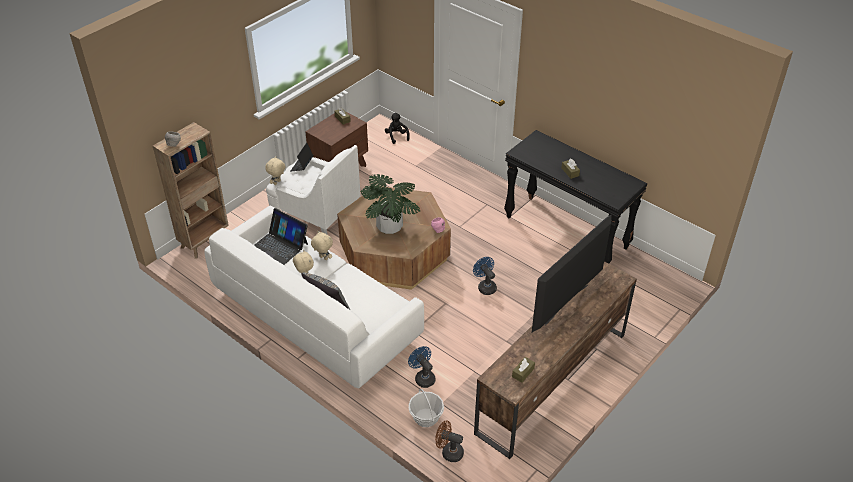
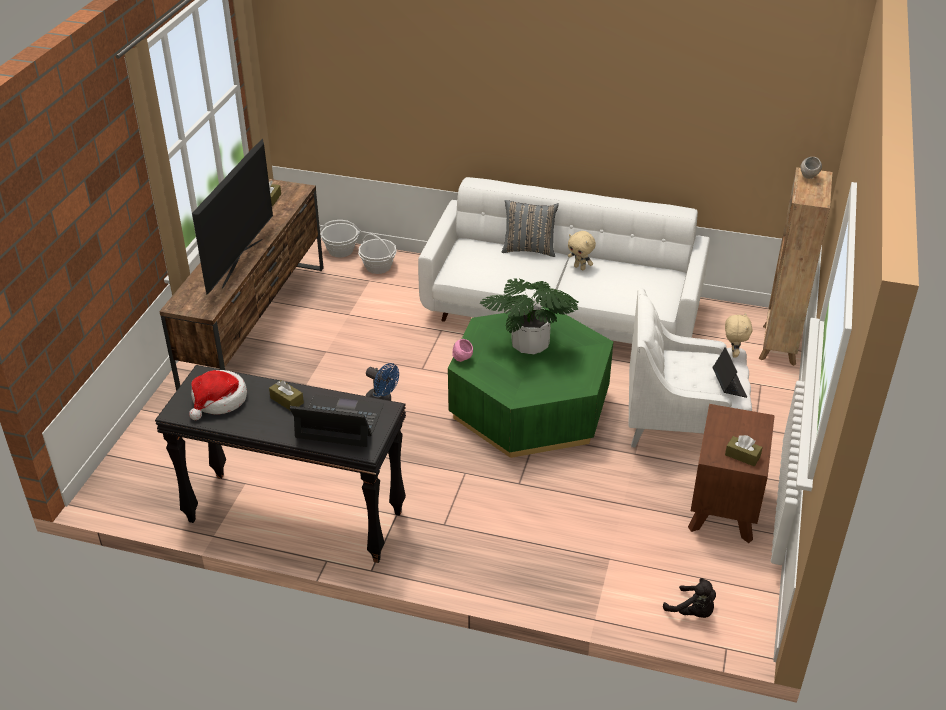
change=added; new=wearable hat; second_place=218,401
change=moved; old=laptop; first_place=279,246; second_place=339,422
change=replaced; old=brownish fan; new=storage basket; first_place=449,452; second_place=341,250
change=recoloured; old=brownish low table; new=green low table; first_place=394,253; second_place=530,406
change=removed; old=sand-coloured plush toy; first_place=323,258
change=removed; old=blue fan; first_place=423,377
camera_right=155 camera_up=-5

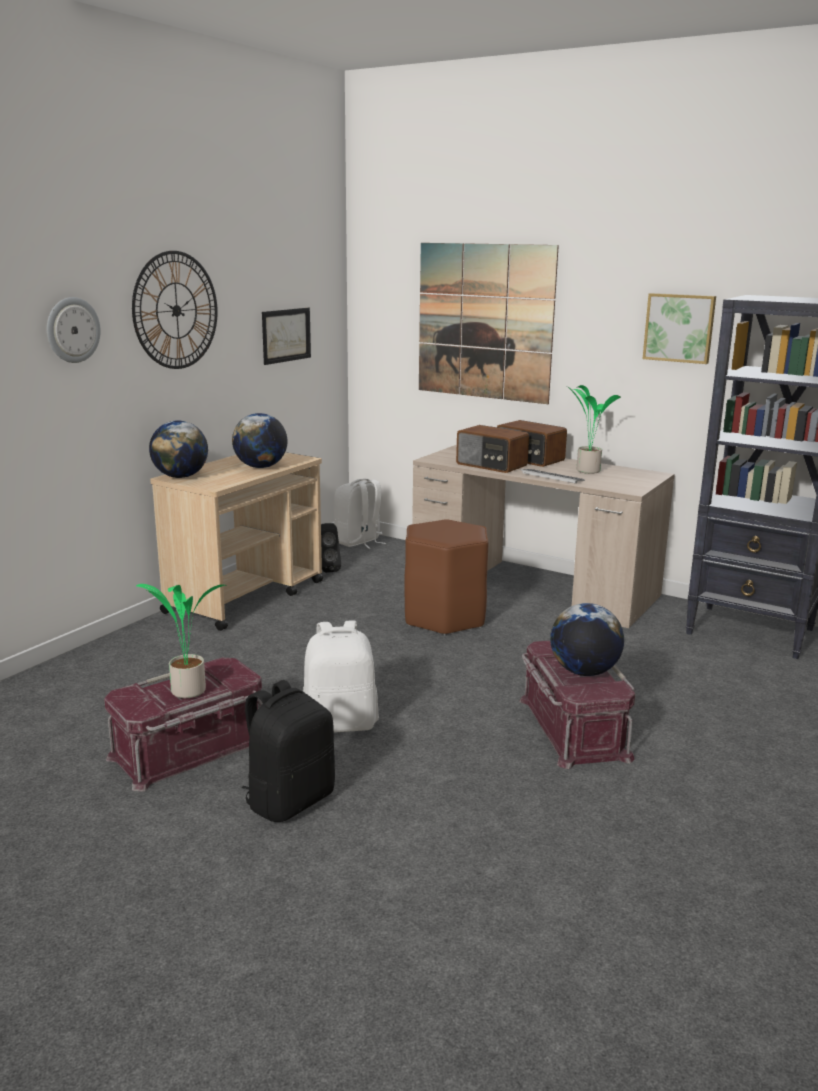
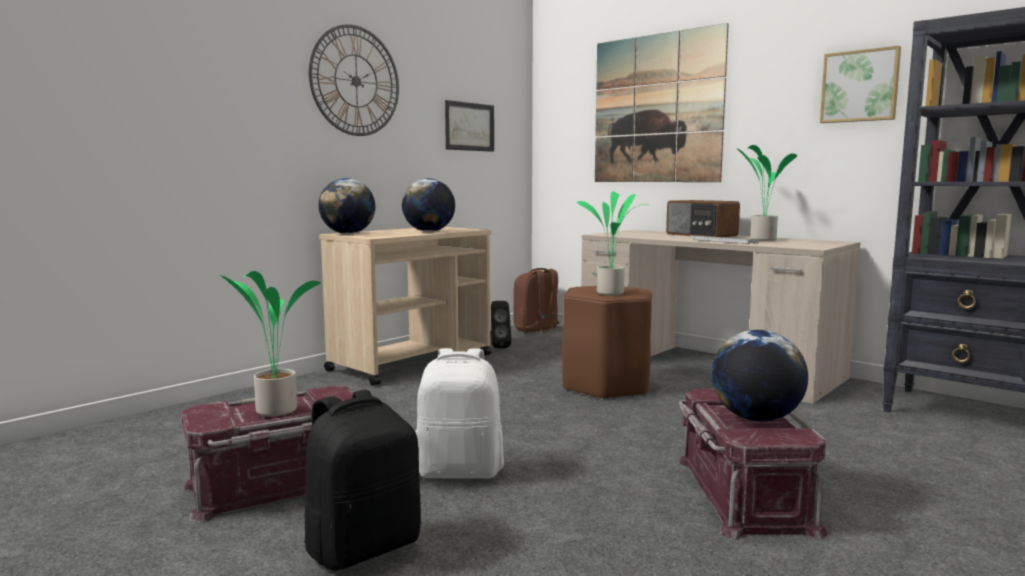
change=recoloured; old=whitish rucksack; new=brownish rucksack; first_place=359,542; second_place=537,330
change=added; new=plant in a pot; second_place=612,293
change=removed; old=hanging clock; first_place=72,330
change=removed; old=radio receiver; first_place=491,465
camera_right=10 camera_up=-10

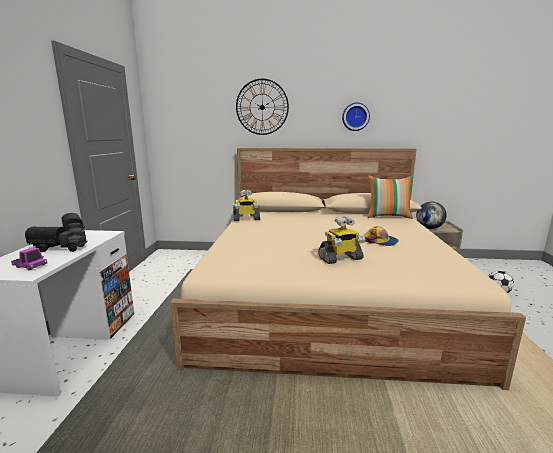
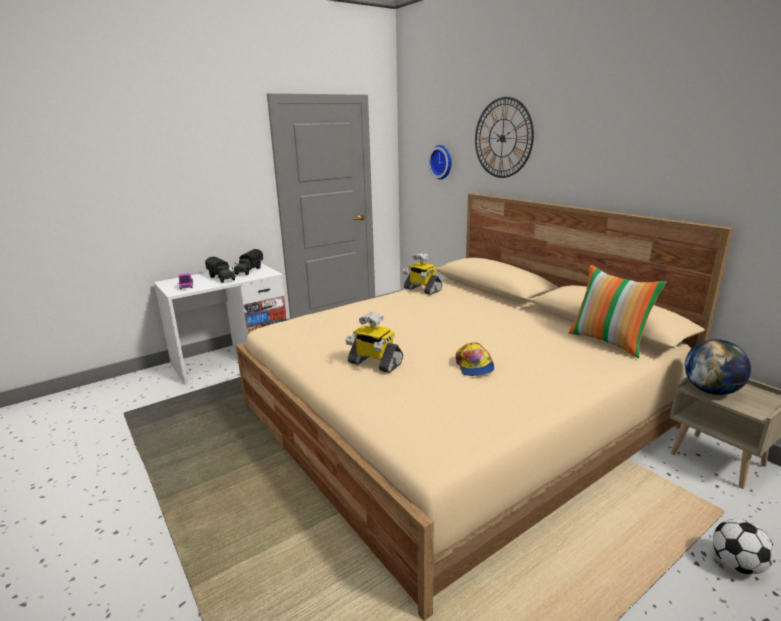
change=moved; old=hanging clock; first_place=355,117; second_place=442,162
camera_right=50 camera_up=5

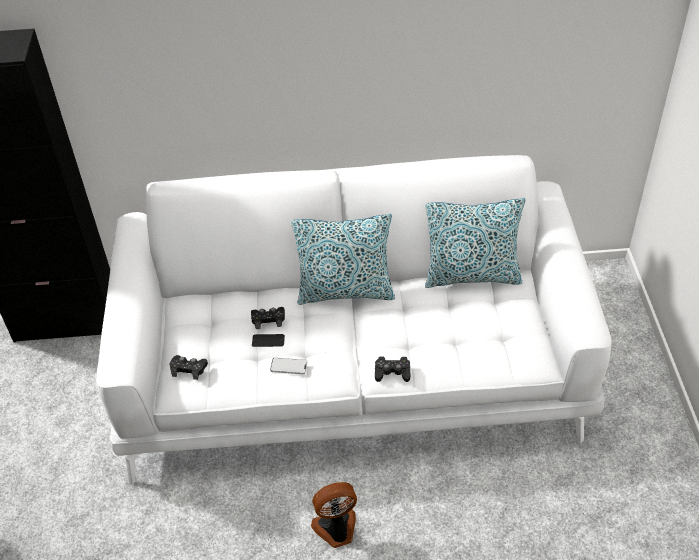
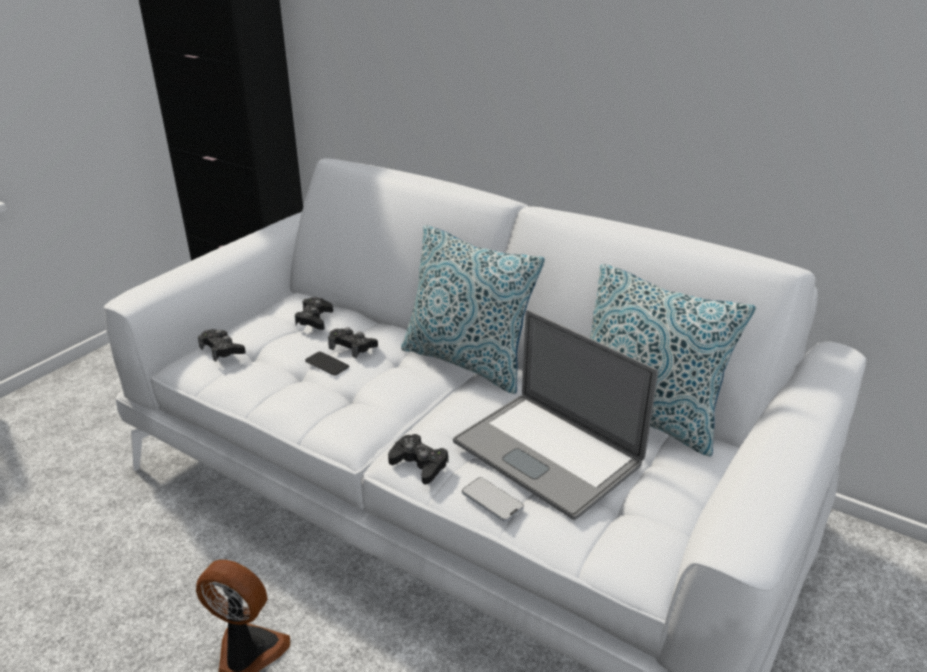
change=added; new=black game controller; second_place=314,319
change=added; new=laptop; second_place=547,453
change=moved; old=phone; first_place=288,366; second_place=492,500
camera_right=35 camera_up=-15

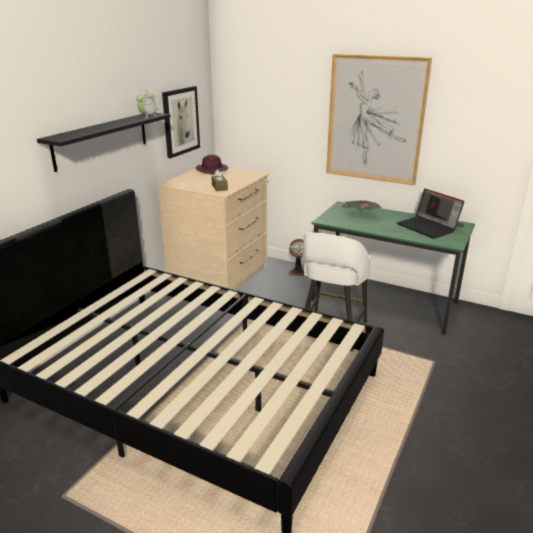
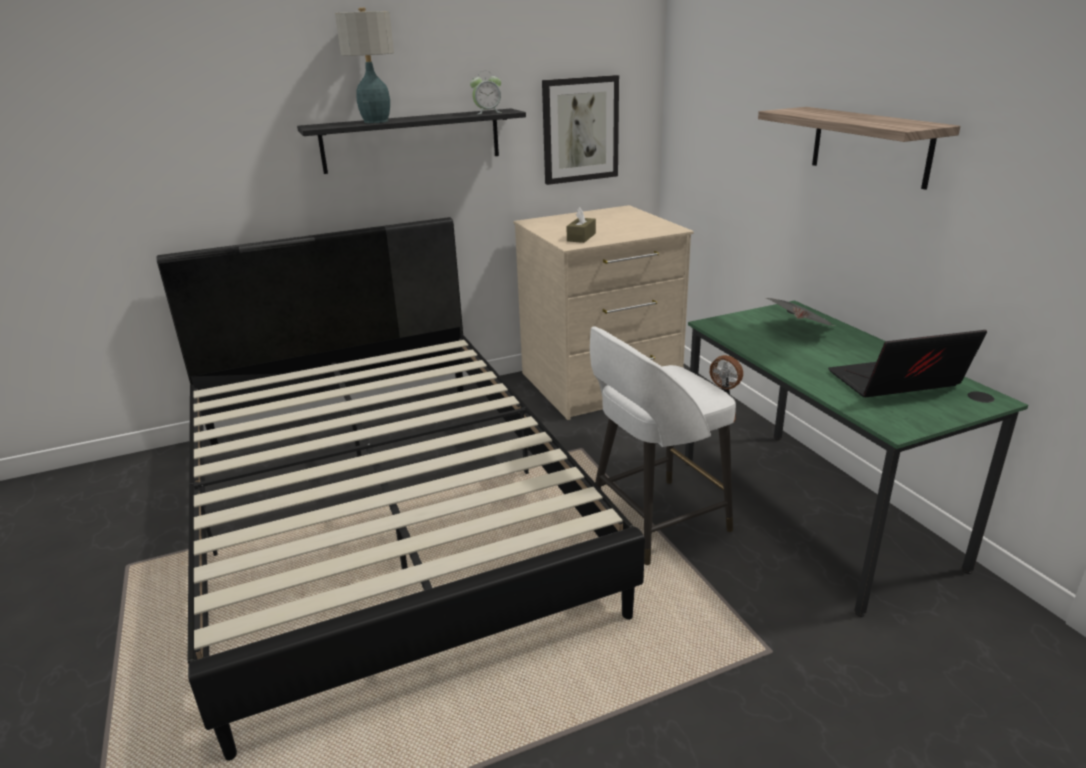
change=added; new=table lamp; second_place=375,121
change=replaced; old=wall picture; new=bracket shelf; first_place=375,120; second_place=870,146
change=turned; old=laptop; first_place=428,227; second_place=895,383; degrees=75
change=removed; old=purplish wearable hat; first_place=212,170
camera_right=40 camera_up=0

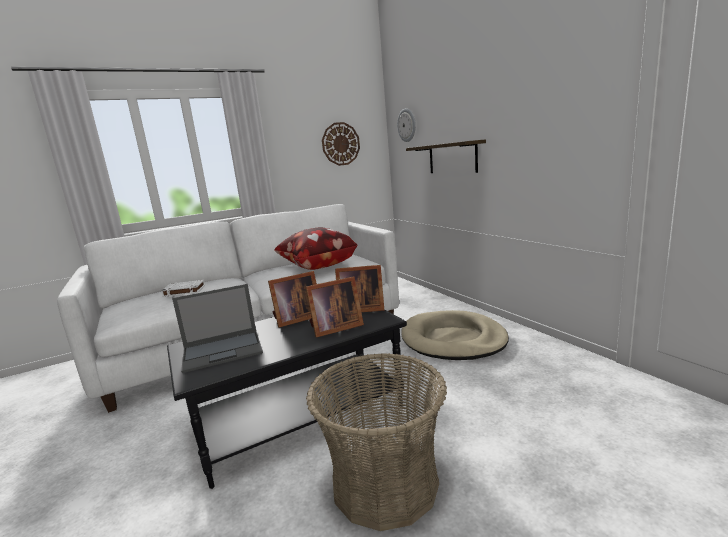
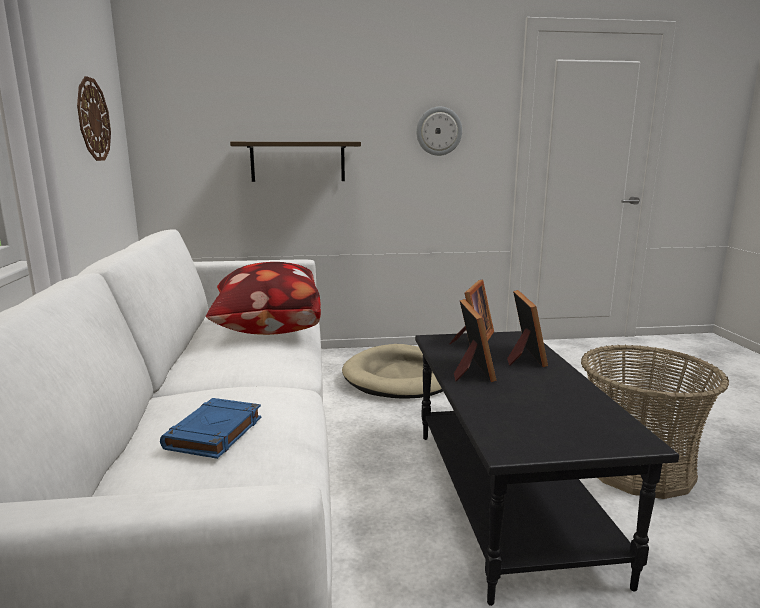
change=recoloured; old=whitish volume; new=blue volume; first_place=184,291; second_place=214,433
change=moved; old=hanging clock; first_place=407,125; second_place=439,131
change=removed; old=laptop; first_place=223,350
camera_right=-70 camera_up=0

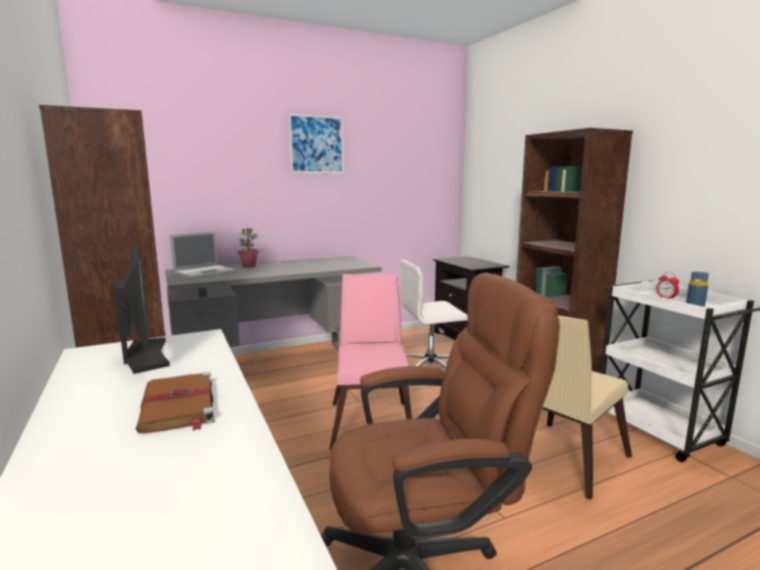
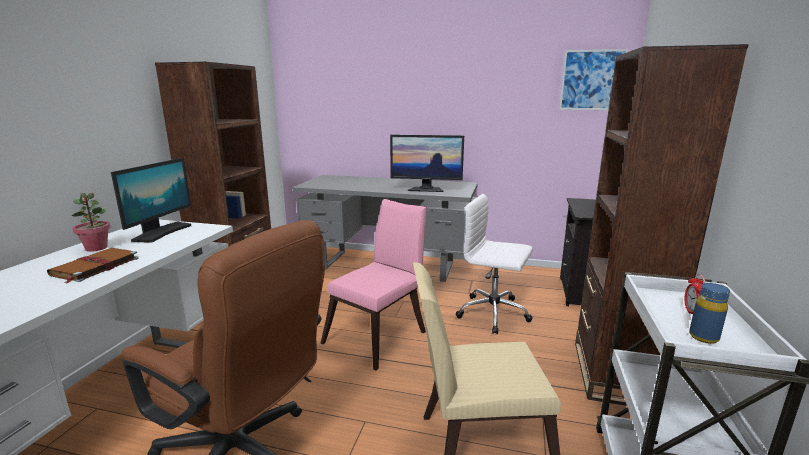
change=moved; old=plant in a pot; first_place=249,266; second_place=96,248
change=added; new=computer screen; second_place=426,189
change=moved; old=wall picture; first_place=316,144; second_place=592,80
change=removed; old=laptop; first_place=205,272
camera_right=40 camera_up=5

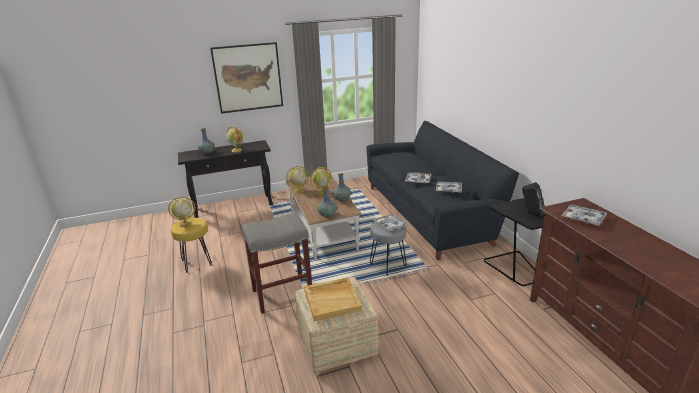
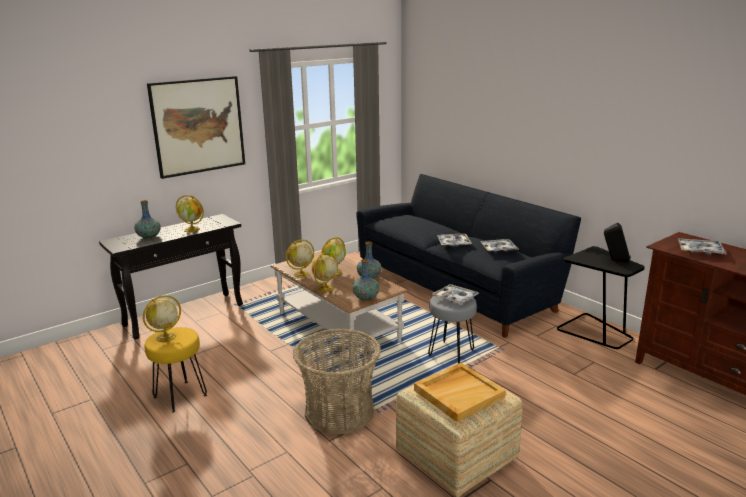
change=replaced; old=grey stool; new=storage basket; first_place=283,293; second_place=339,412
change=added; new=globe; second_place=325,289
camera_right=-20 camera_up=-5

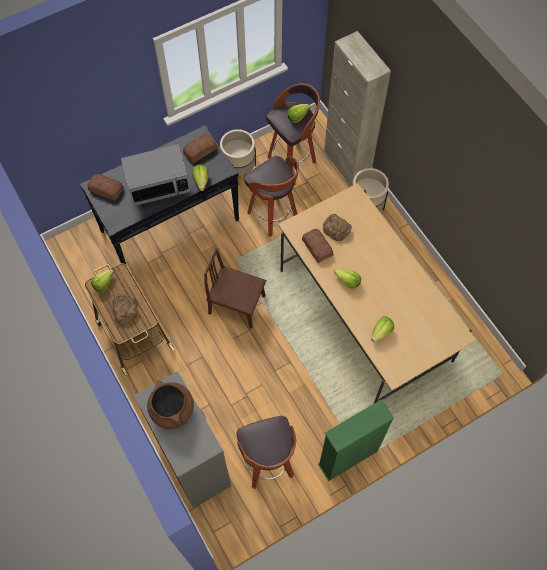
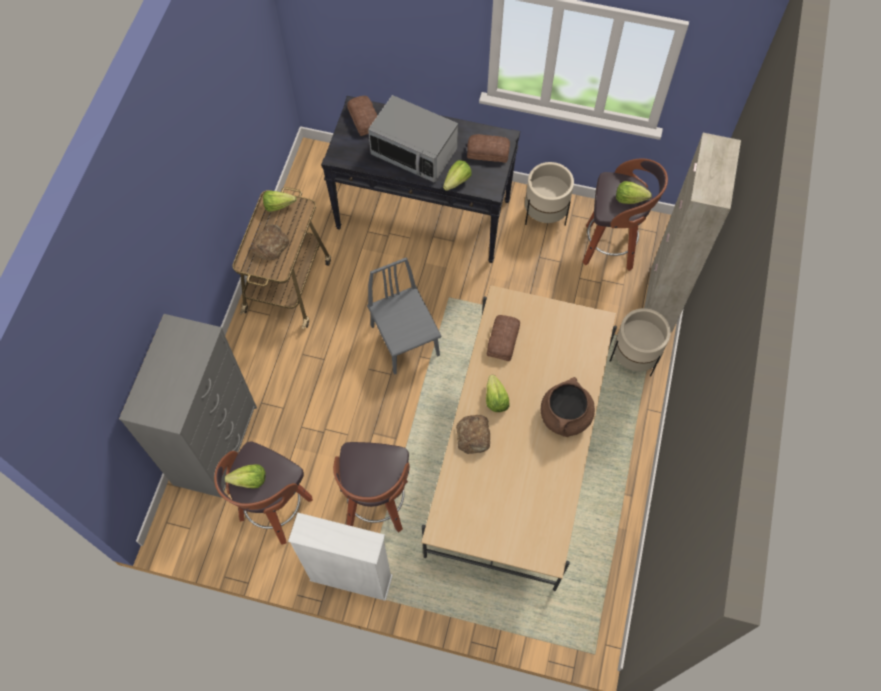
change=moved; old=lettuce; first_place=381,332; second_place=249,480
change=recoloured; old=green shelving unit; new=whitish shelving unit; first_place=348,457; second_place=351,578
change=moved; old=stool; first_place=273,216; second_place=377,505
change=recoloured; old=brownish plain chair; new=grey plain chair; first_place=237,305; second_place=405,340
change=moved; old=bakery bread; first_place=336,229; second_place=474,436
change=moved; old=brownish stockpot; first_place=172,410; second_place=565,416
camera_right=45 camera_up=0

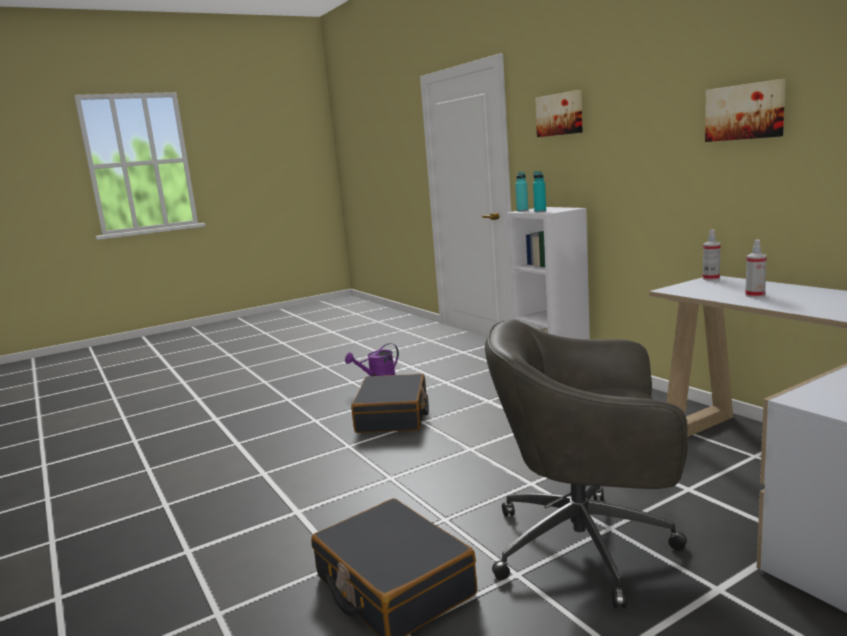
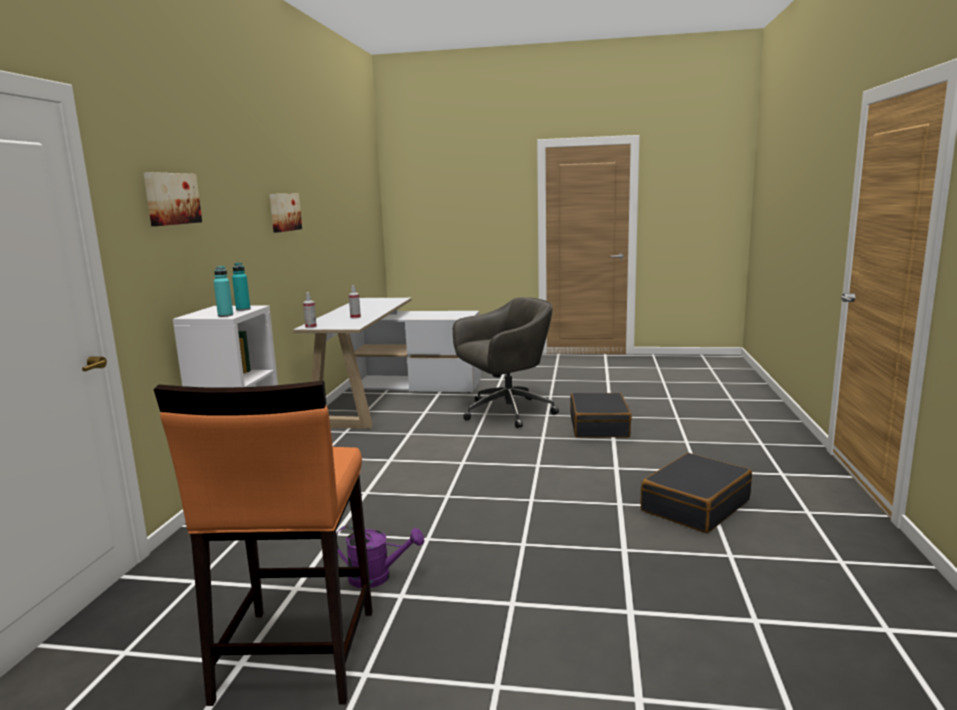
change=added; new=orange-coloured stool; second_place=295,655
change=turned; old=grey computer chair; first_place=587,546; second_place=505,412; degrees=-75
change=moved; old=black suitcase; first_place=393,416; second_place=695,505
camera_right=-140 camera_up=0

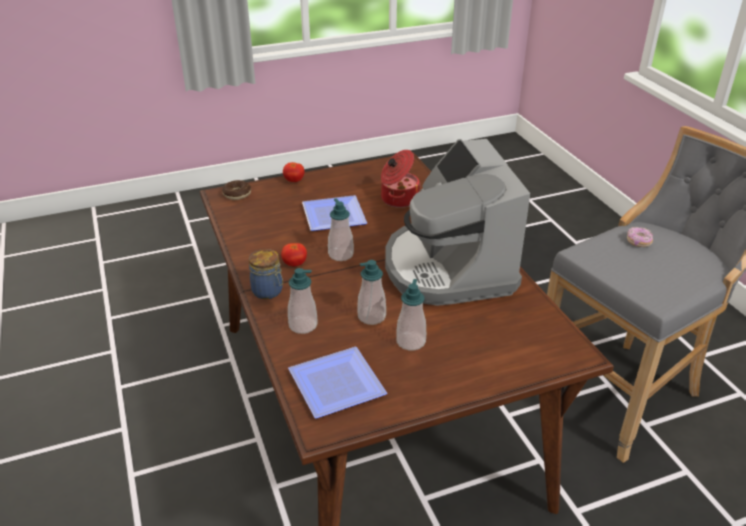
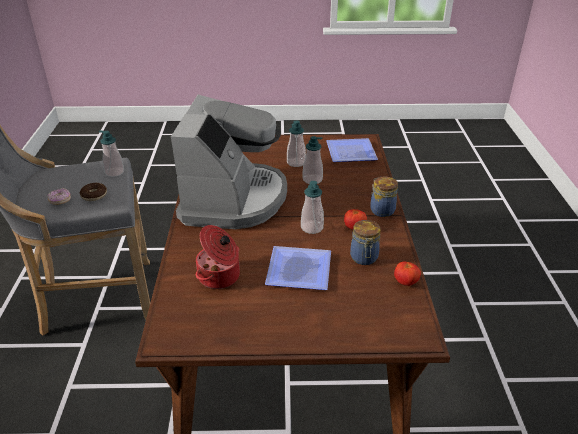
change=moved; old=donut; first_place=237,194; second_place=94,195
change=moved; old=soap dispenser; first_place=303,325; second_place=114,172
change=added; new=storage jar; second_place=364,258
change=moved; old=fresh tomato; first_place=294,180; second_place=405,282
camera_right=-160 camera_up=0

